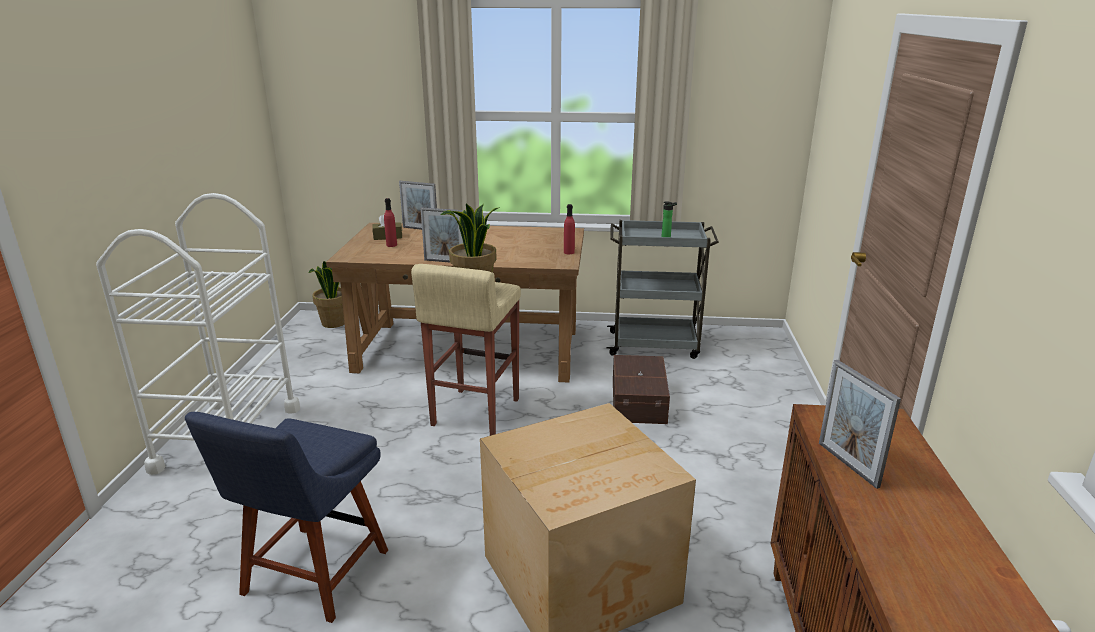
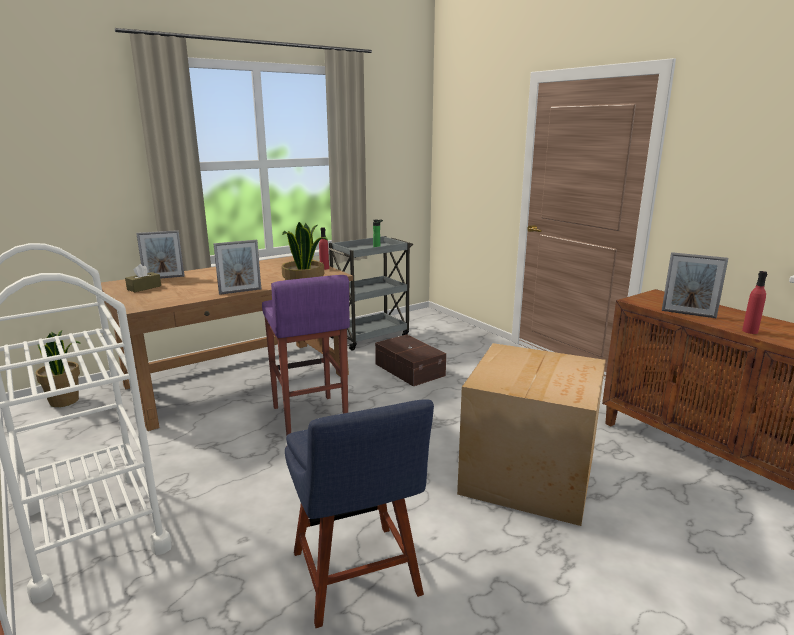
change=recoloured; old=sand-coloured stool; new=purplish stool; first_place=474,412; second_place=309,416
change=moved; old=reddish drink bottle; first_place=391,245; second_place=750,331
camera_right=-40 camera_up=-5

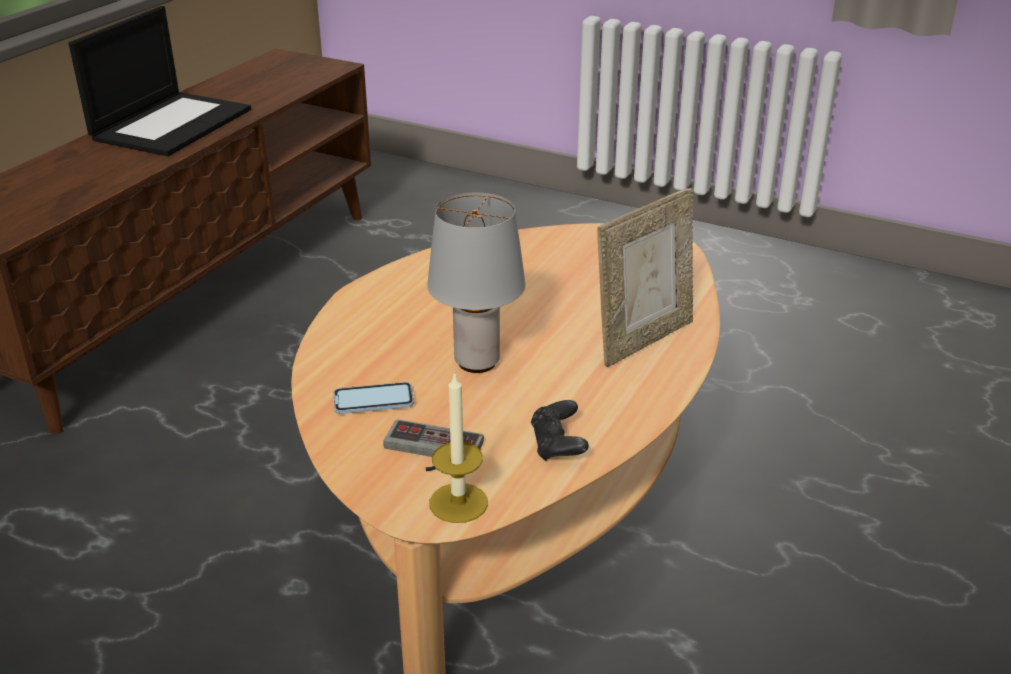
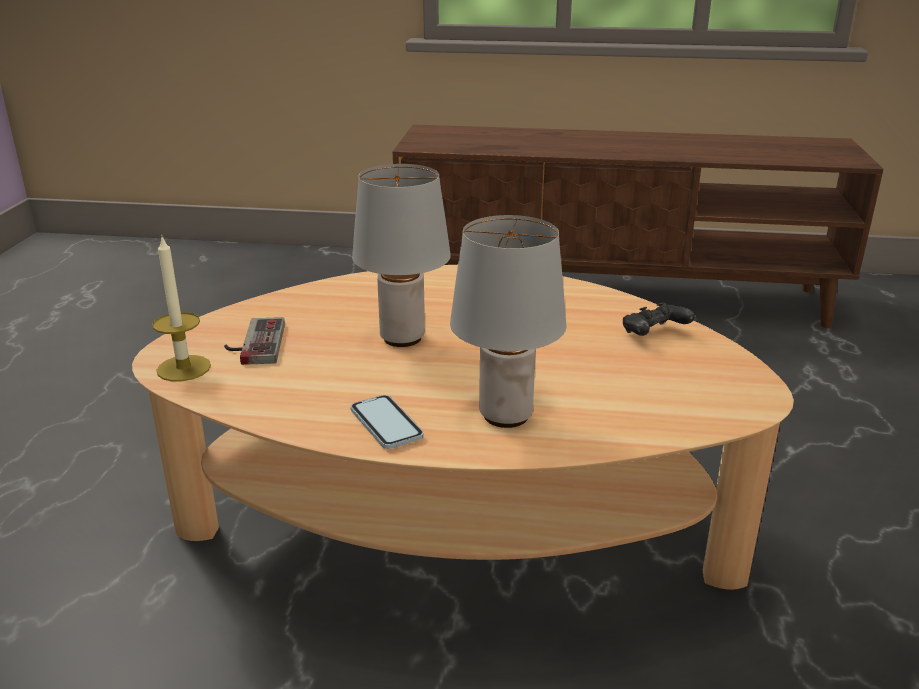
change=moved; old=phone; first_place=373,400; second_place=386,424
change=replaced; old=photo frame; new=grey table lamp; first_place=643,339; second_place=507,416
change=moved; old=black game controller; first_place=558,445; second_place=653,334
change=removed; old=laptop; first_place=172,123
camera_right=70 camera_up=-5

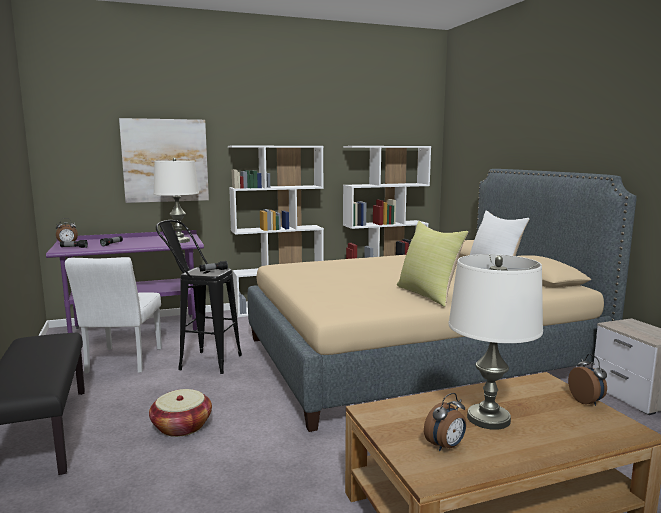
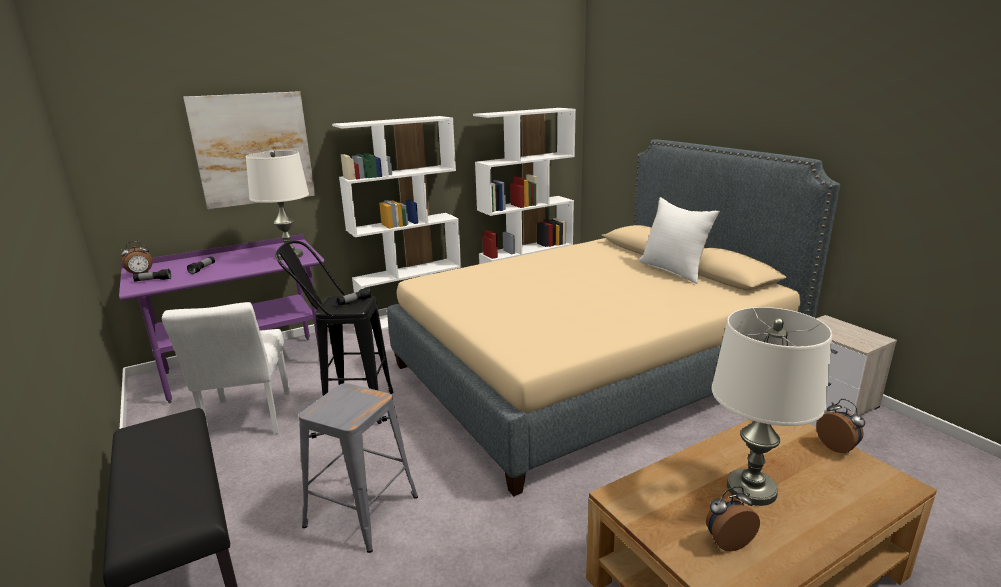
change=replaced; old=storage basket; new=grey stool; first_place=182,426; second_place=360,510
change=turned; old=table clock; first_place=446,446; second_place=727,541; degrees=-150
change=removed; old=yellowish pillow; first_place=429,294
camera_right=-10 camera_up=10

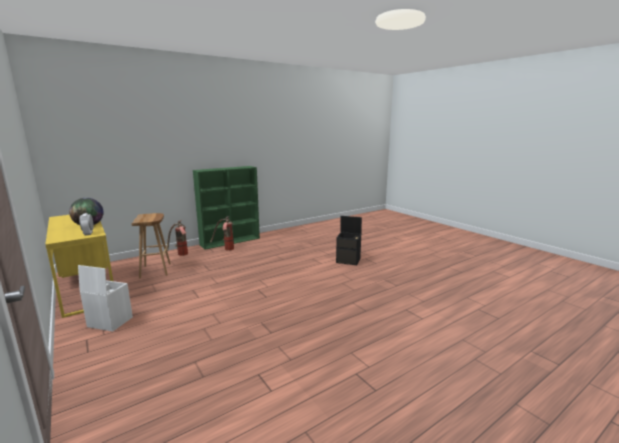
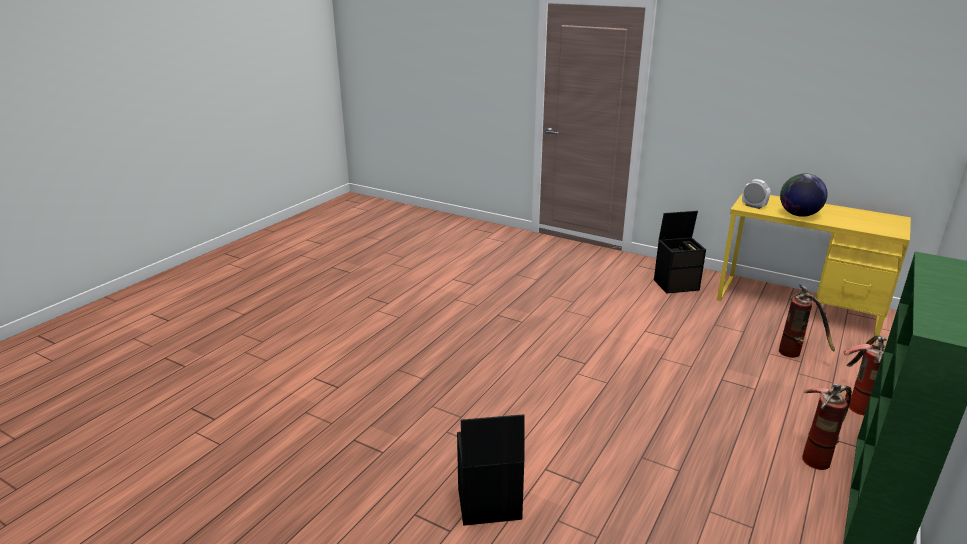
change=recoloured; old=whitish storage box; new=black storage box; first_place=109,322; second_place=676,284
change=replaced; old=brownish stool; new=extinguisher; first_place=156,270; second_place=798,354
camera_right=155 camera_up=10

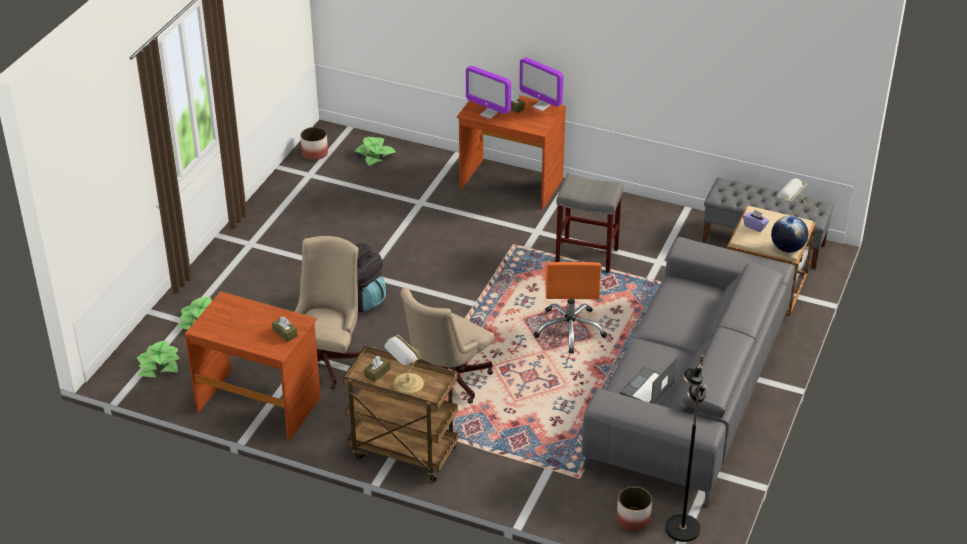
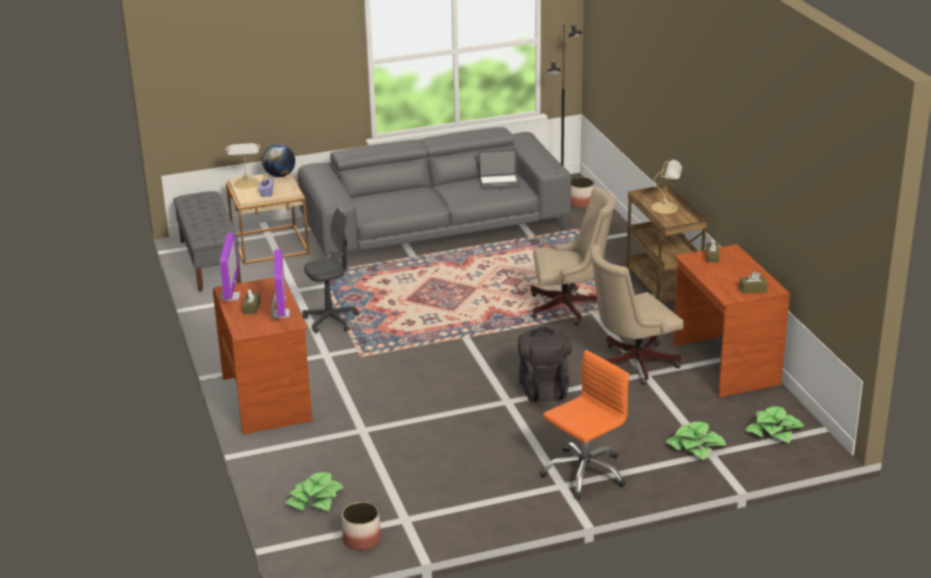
change=replaced; old=grey stool; new=grey computer chair; first_place=586,256; second_place=331,320
change=moved; old=orange-coloured computer chair; first_place=570,329; second_place=584,473
change=moved; old=brownish box of tissues; first_place=377,373; second_place=752,289
camera_right=-130 camera_up=-10

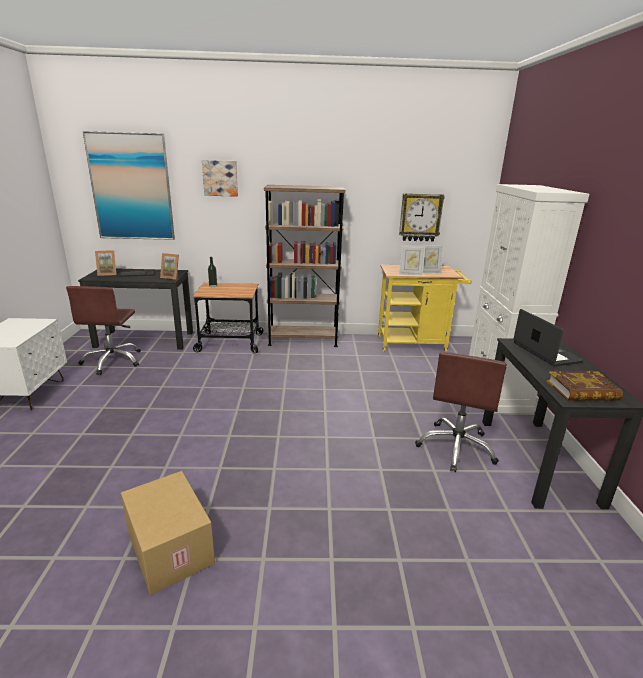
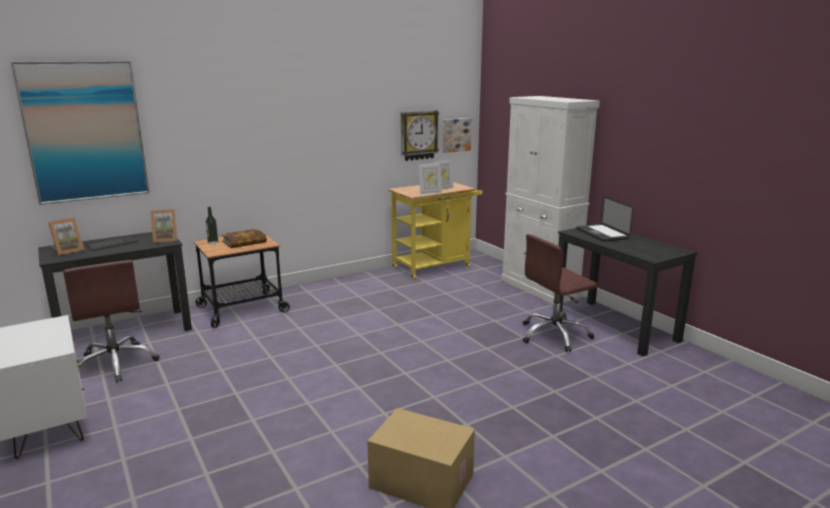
change=moved; old=volume; first_place=582,391; second_place=244,242
change=moved; old=wall picture; first_place=220,178; second_place=456,134
change=turned; old=brownish computer chair; first_place=456,447; second_place=554,335; degrees=75
change=turned; old=laptop; first_place=546,352; second_place=602,234; degrees=-150
change=removed; old=brownish shelving unit; first_place=303,340
camera_right=-30 camera_up=-5

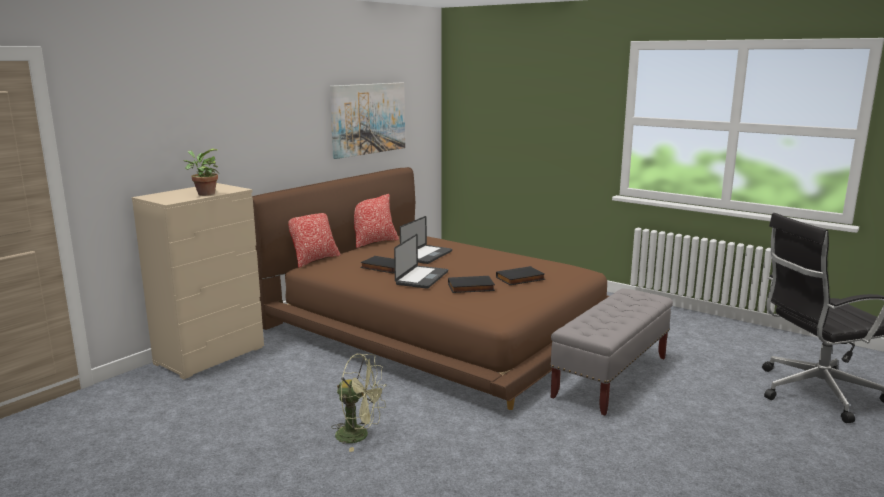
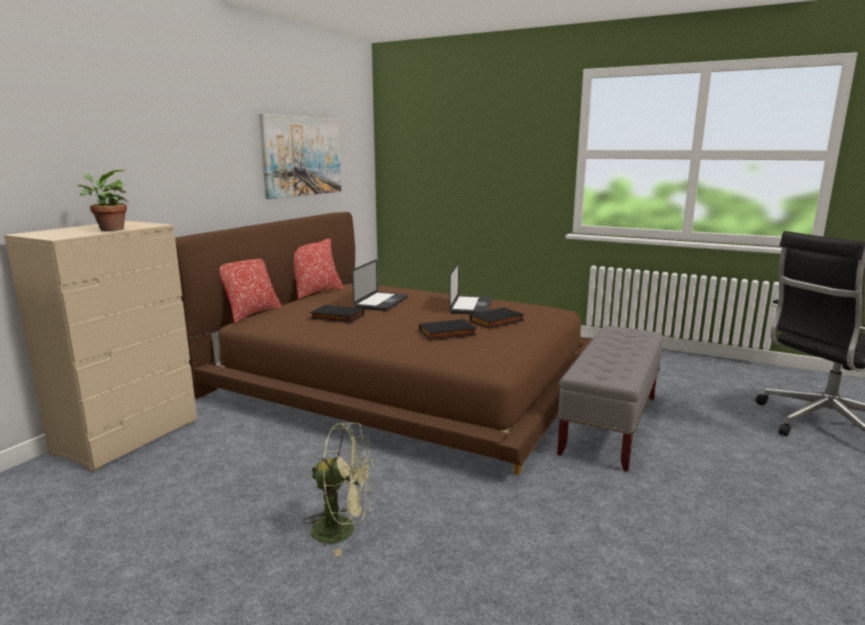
change=moved; old=laptop; first_place=422,278; second_place=471,306
camera_right=-10 camera_up=0

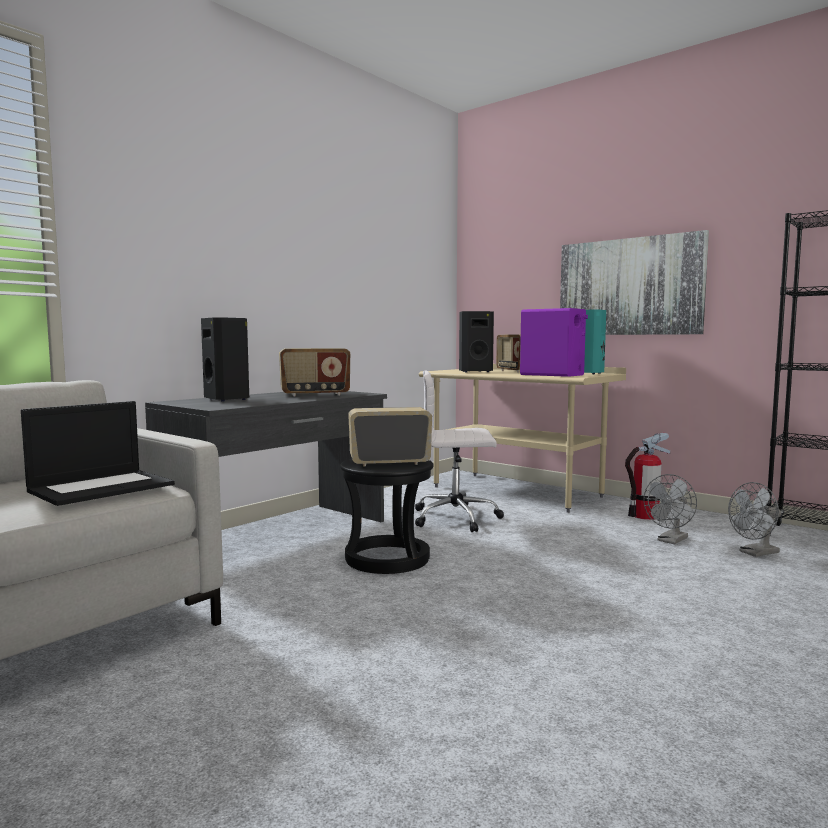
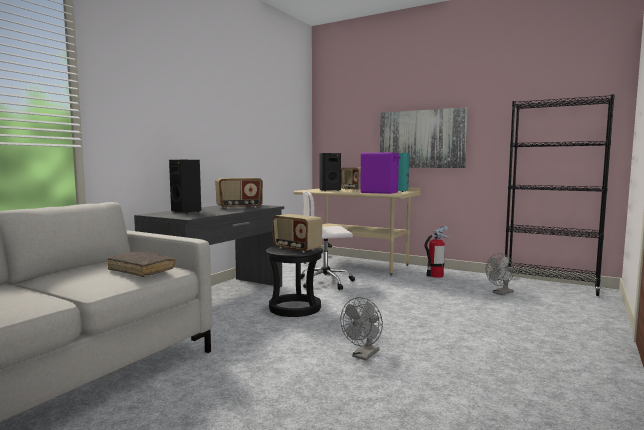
change=replaced; old=laptop; new=brownish volume; first_place=102,487; second_place=141,270
change=turned; old=radio receiver; first_place=389,463; second_place=296,249; degrees=-120
change=moved; old=grey fan; first_place=670,541; second_place=363,356
camera_right=-10 camera_up=0

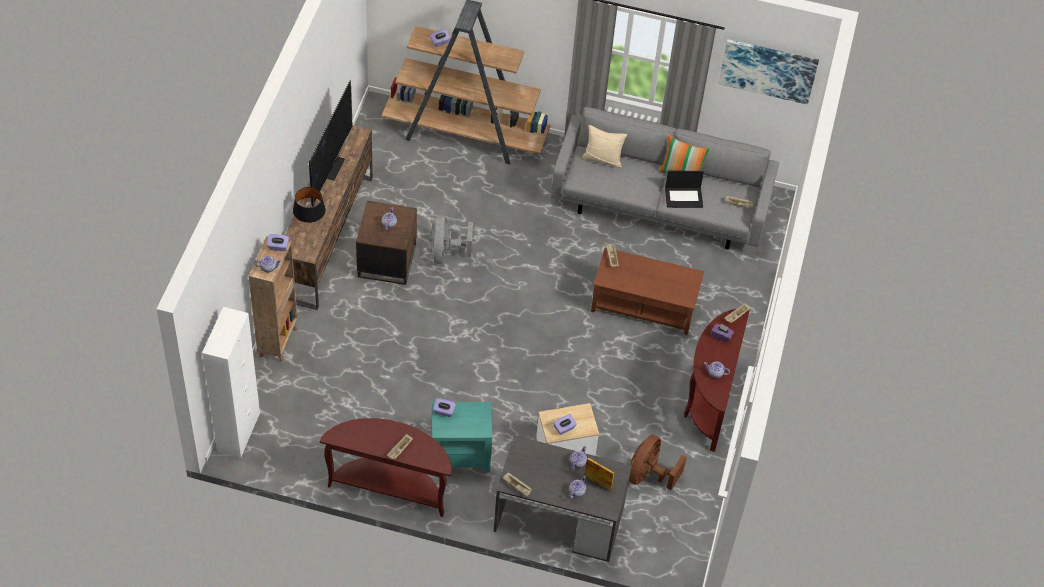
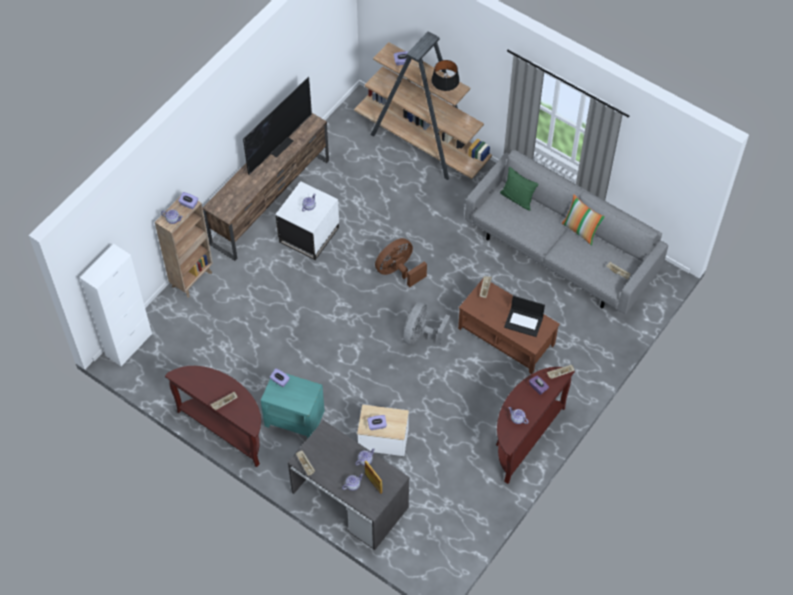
change=recoloured; old=brownish accent table; new=whitish accent table; first_place=386,260; second_place=308,234
change=moved; old=brownish fan; first_place=648,475; second_place=398,271
change=moved; old=grey fan; first_place=446,253; second_place=421,335
change=moved; old=black table lamp; first_place=310,223; second_place=445,91
change=recoloured; old=sand-coloured pillow; new=green pillow; first_place=602,159; second_place=517,198
change=moved; old=laptop; first_place=684,197; second_place=524,322
change=removed; old=wall picture; first_place=768,70
camera_right=25 camera_up=5

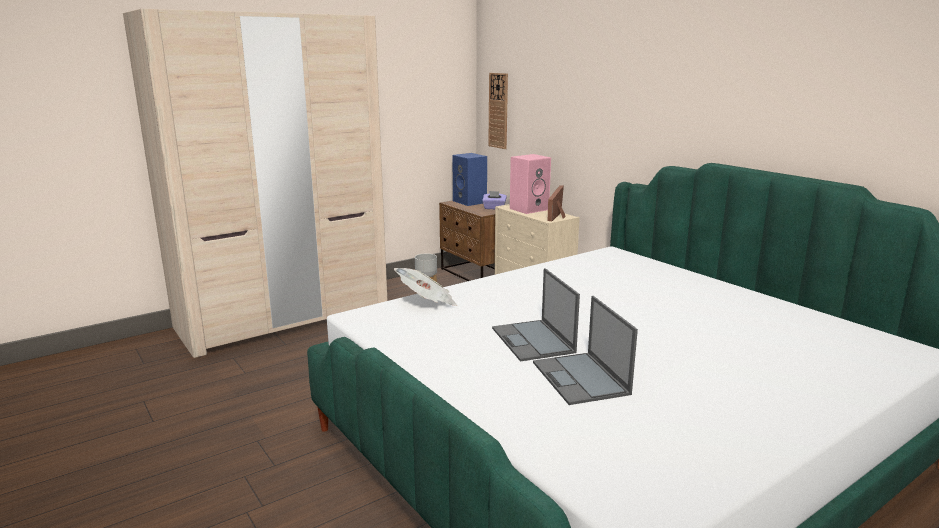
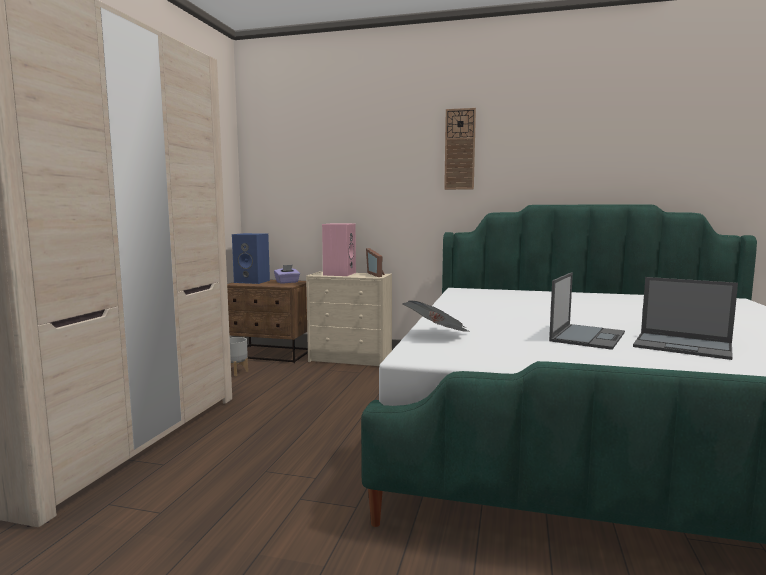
change=moved; old=hanging clock; first_place=498,110; second_place=460,149
change=turned; old=laptop; first_place=533,341; second_place=587,336; degrees=-90
camera_right=-40 camera_up=-10

